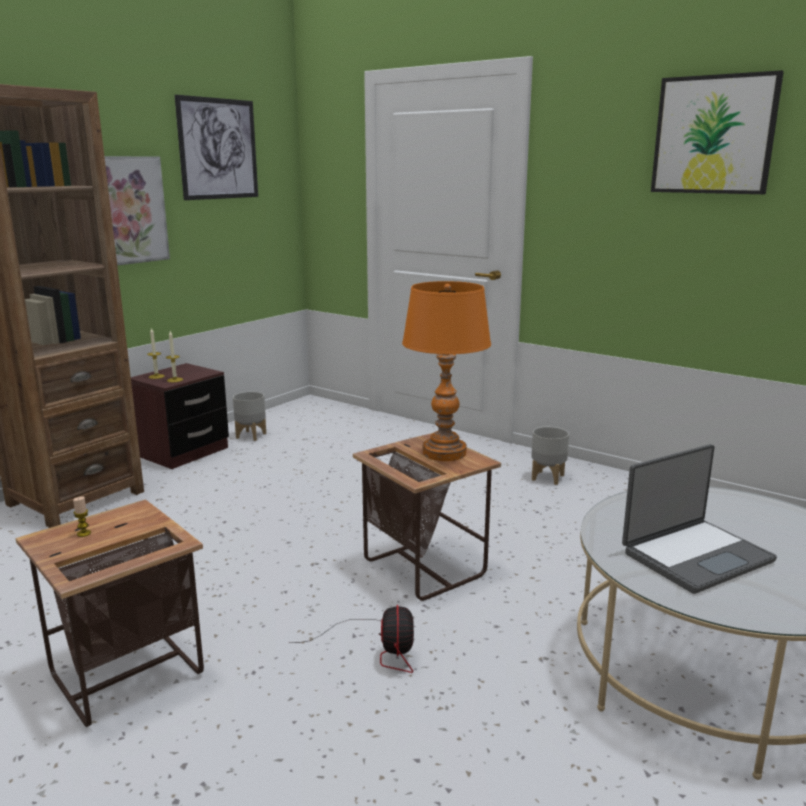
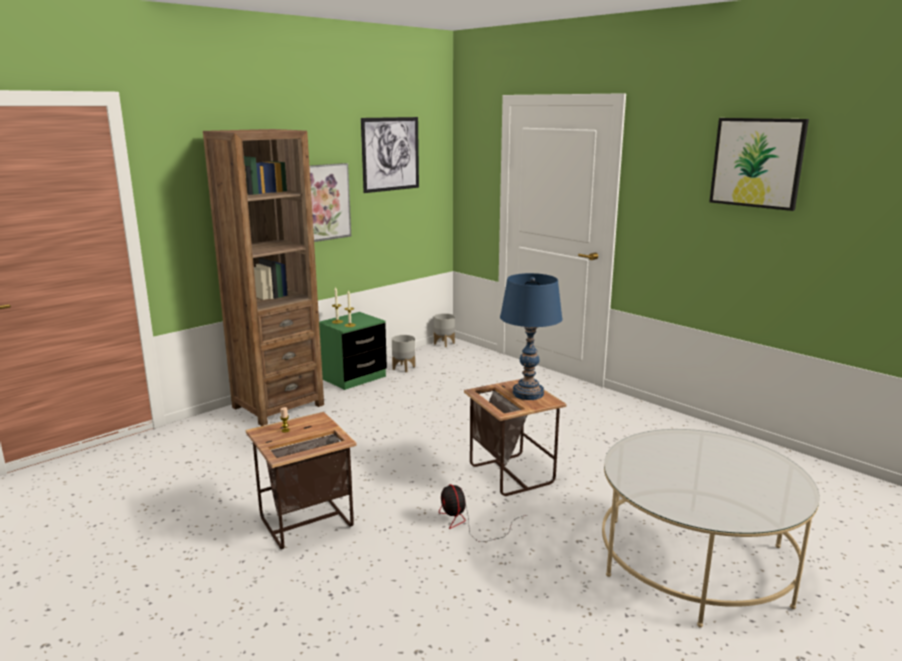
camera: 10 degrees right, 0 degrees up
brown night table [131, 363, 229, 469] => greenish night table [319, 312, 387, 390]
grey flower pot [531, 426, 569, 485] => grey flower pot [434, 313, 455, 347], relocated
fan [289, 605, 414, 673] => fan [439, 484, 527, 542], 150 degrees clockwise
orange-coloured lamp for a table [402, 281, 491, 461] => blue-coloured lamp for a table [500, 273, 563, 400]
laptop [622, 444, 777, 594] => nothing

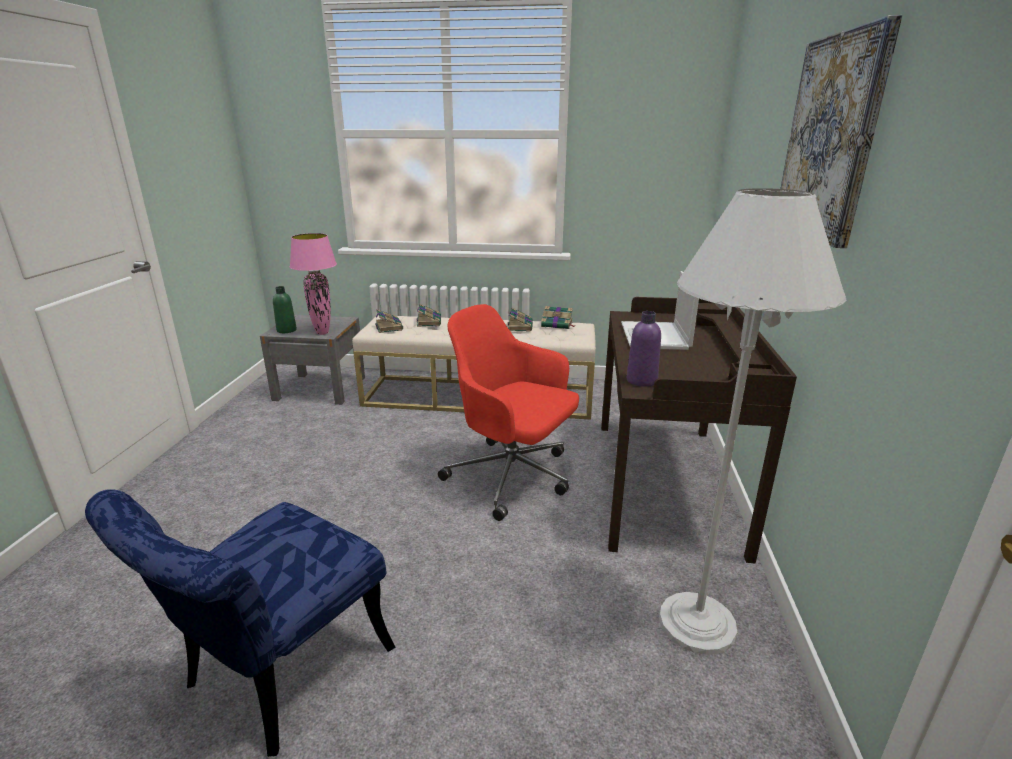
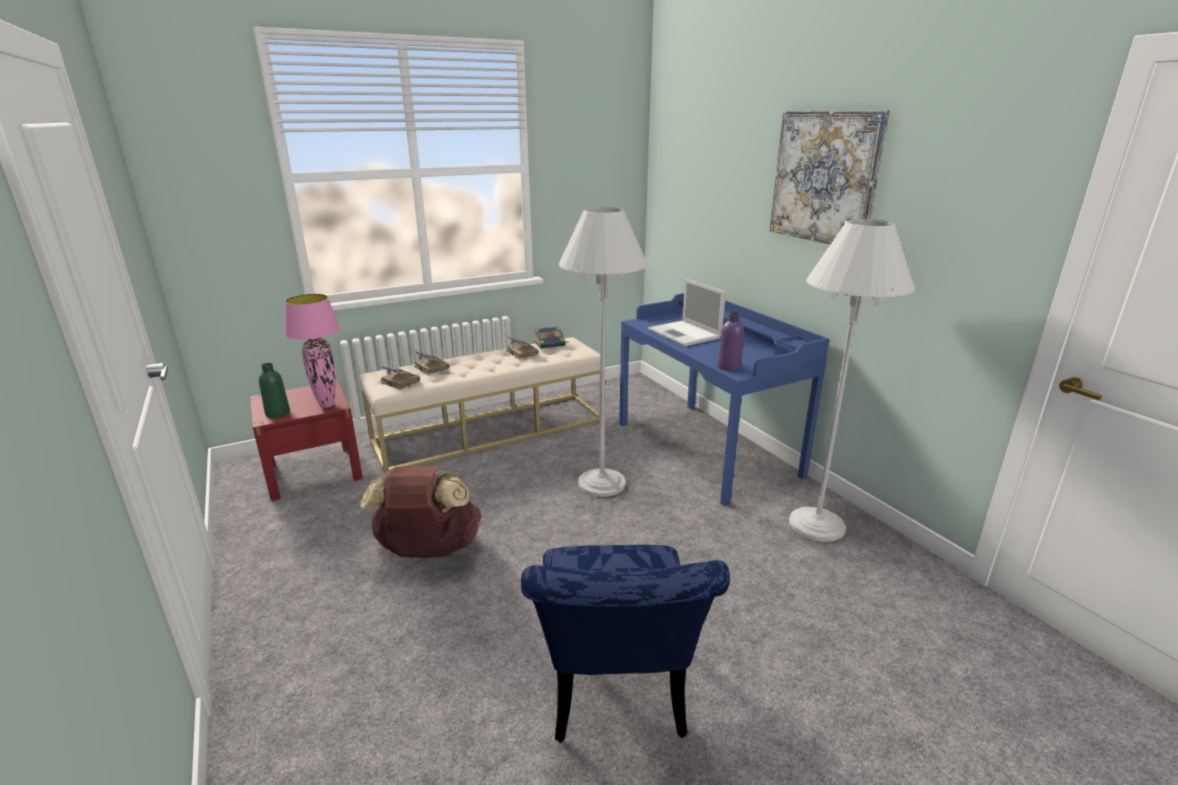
camera: 35 degrees left, 0 degrees up
grey night table [260, 315, 365, 405] => red-coloured night table [250, 381, 363, 501]
nothing => brown backpack [360, 466, 481, 558]
red-coloured office chair [438, 304, 579, 521] => white-coloured floor lamp [559, 207, 648, 497]
brown desk table [601, 297, 797, 564] => blue-coloured desk table [619, 293, 830, 506]

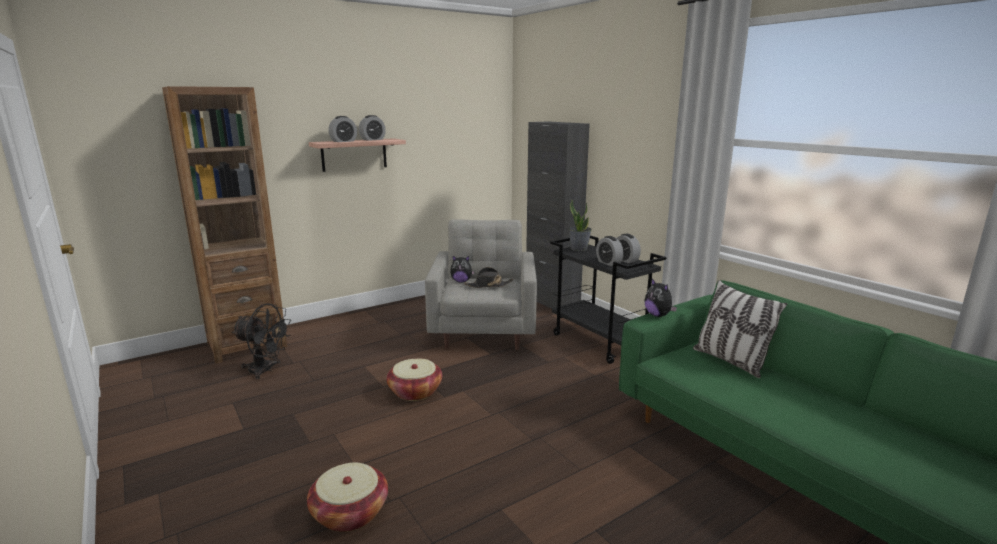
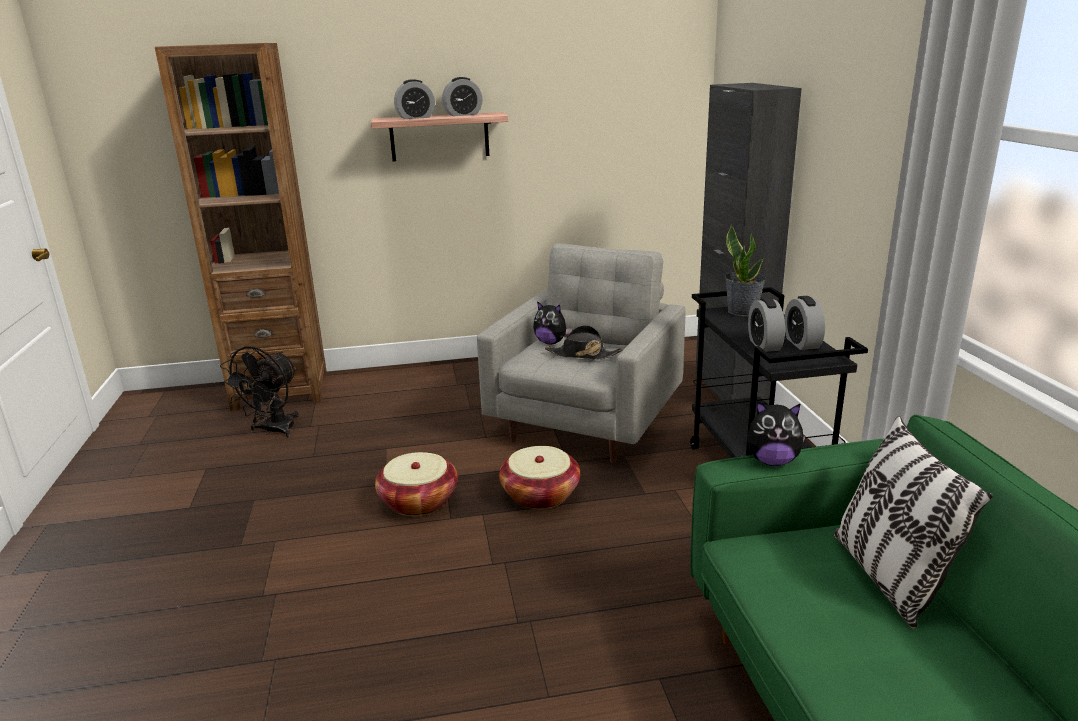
camera: 25 degrees right, 5 degrees up
black fan [232, 303, 291, 380] => black fan [220, 346, 299, 438], 75 degrees clockwise
household basket [307, 462, 388, 532] => household basket [499, 446, 580, 509], relocated
soft toy [644, 279, 677, 317] => soft toy [747, 402, 806, 466], 75 degrees counterclockwise

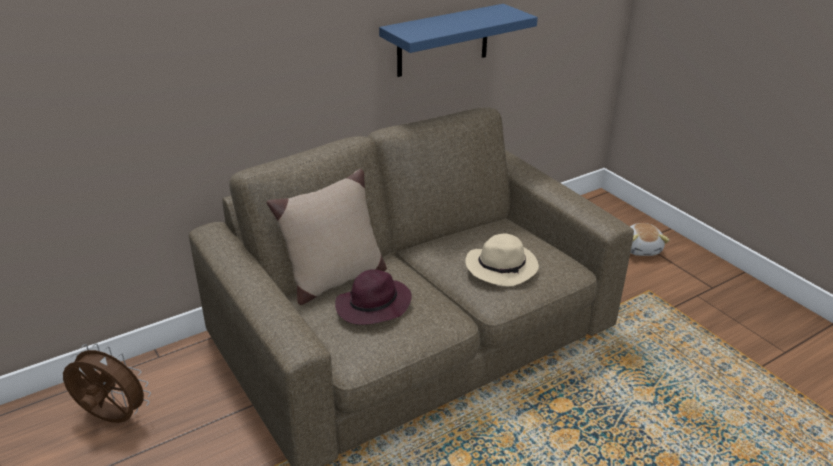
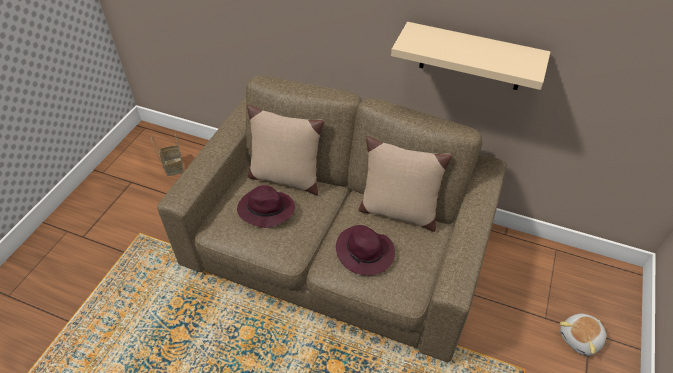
camera: 55 degrees right, 15 degrees up
brown fan [63, 343, 151, 423] => household basket [151, 132, 184, 176]
beige hat [465, 233, 539, 287] => purple hat [336, 225, 395, 275]
nothing => beige throw pillow [359, 136, 451, 232]
blue-coloured bracket shelf [379, 4, 538, 77] => beige bracket shelf [391, 22, 550, 90]

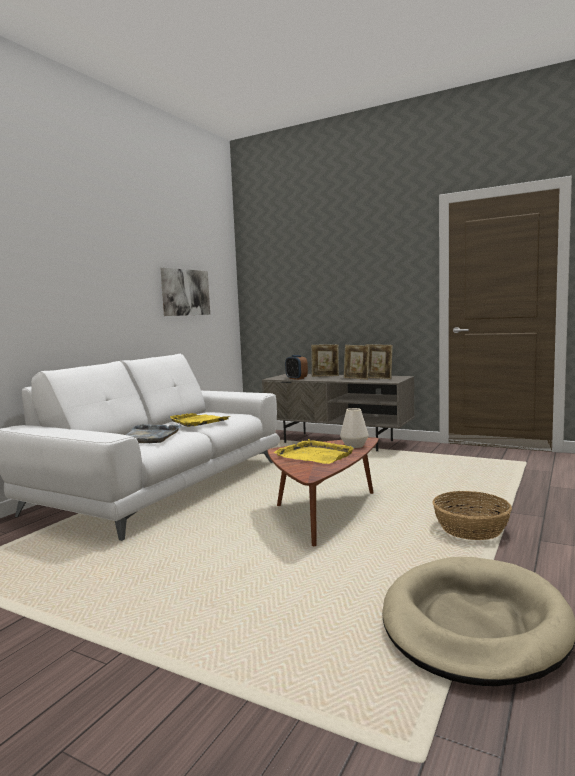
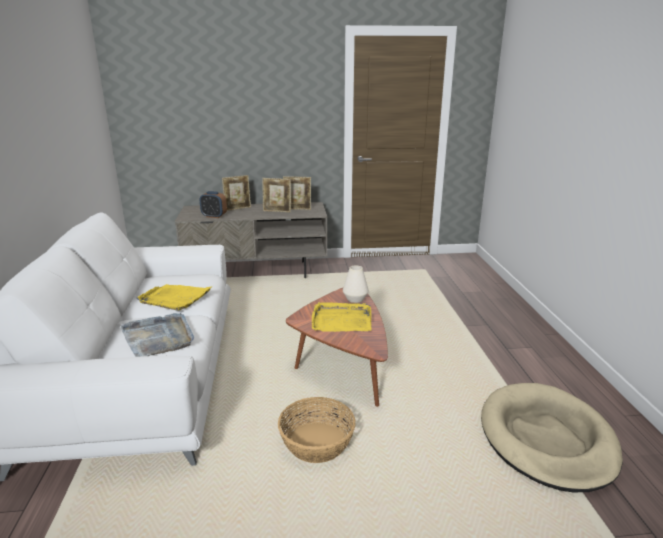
camera: 35 degrees left, 15 degrees up
household basket [432, 491, 512, 540] => household basket [278, 397, 356, 463], relocated
picture [160, 267, 210, 316] => nothing

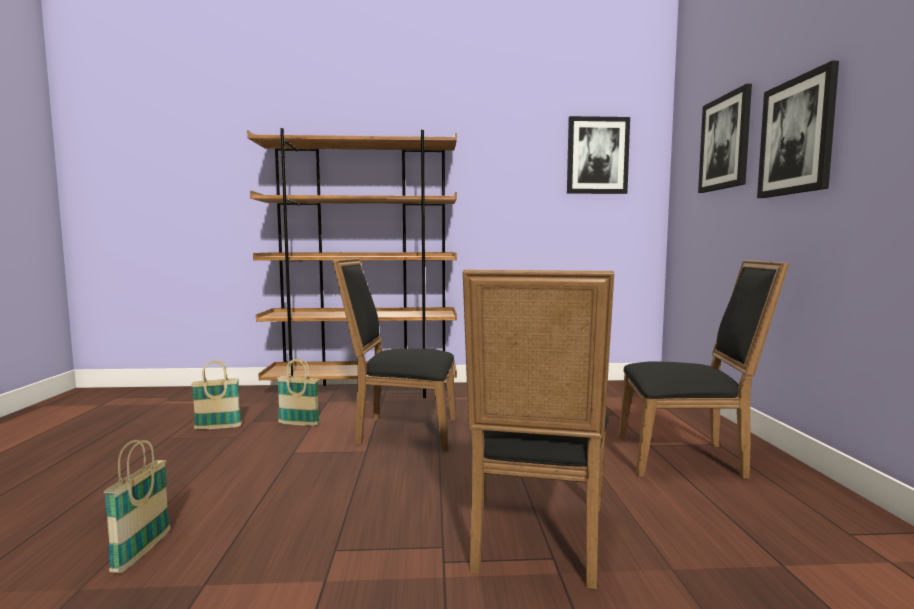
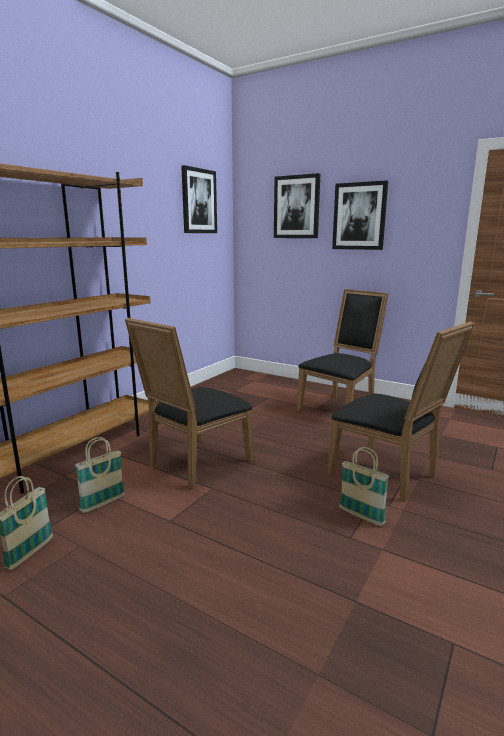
camera: 55 degrees left, 10 degrees up
household basket [104, 440, 171, 573] => household basket [339, 447, 389, 526], relocated

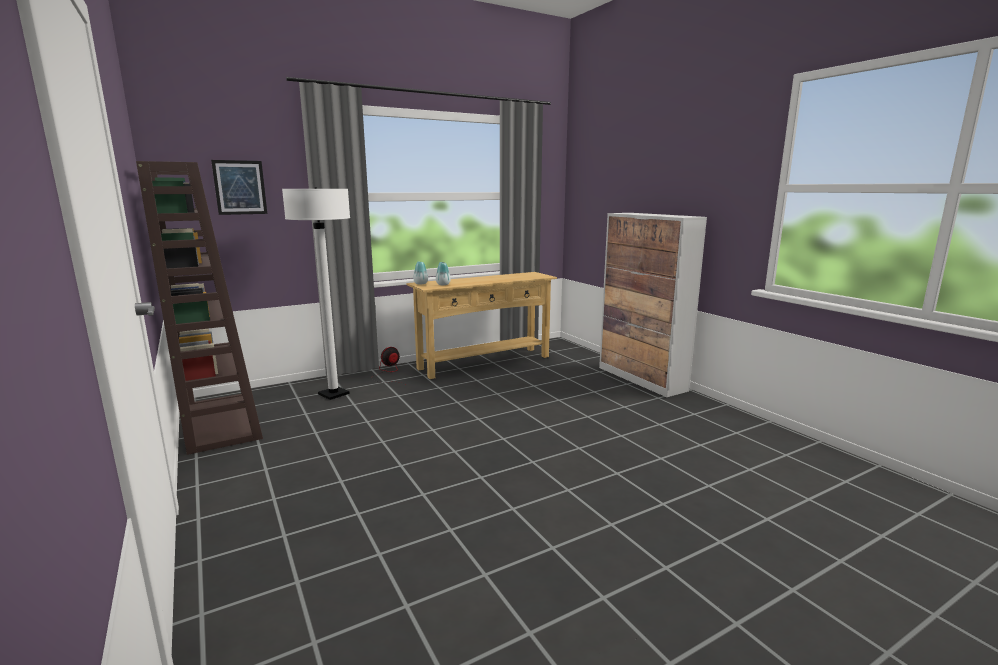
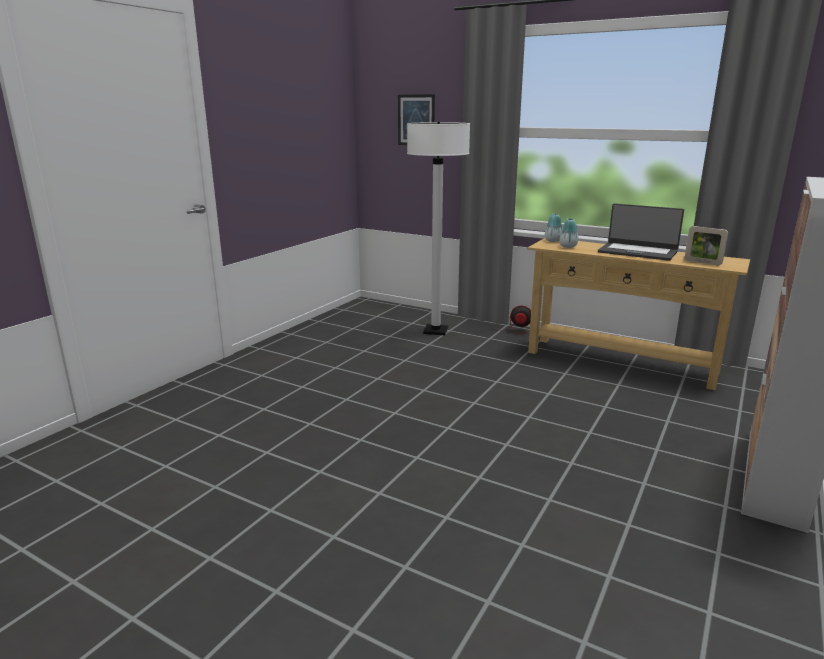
camera: 60 degrees right, 5 degrees up
nothing => laptop [598, 203, 684, 261]
nothing => standing frame [685, 226, 728, 265]
brown shelving unit [136, 161, 263, 455] => nothing

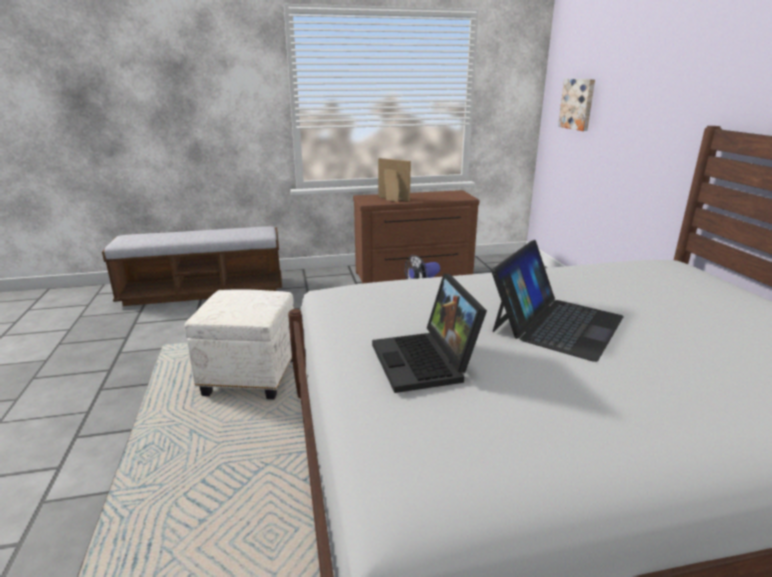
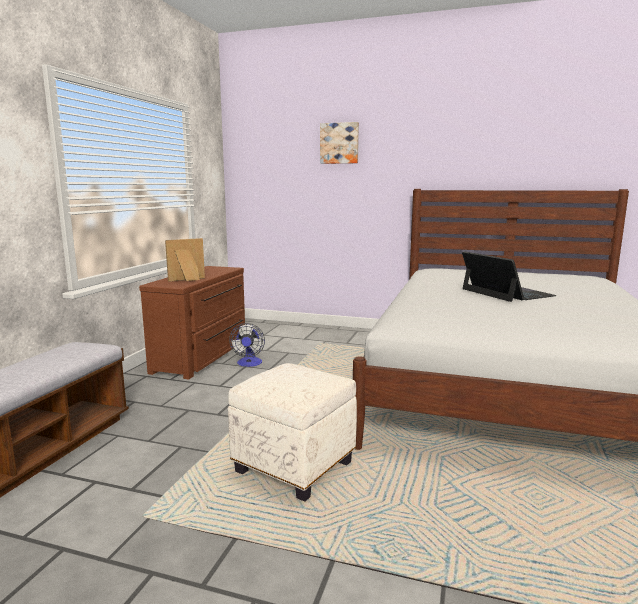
camera: 60 degrees left, 10 degrees down
picture [558, 79, 595, 131] => picture [320, 122, 359, 164], relocated
laptop [372, 273, 487, 393] => nothing

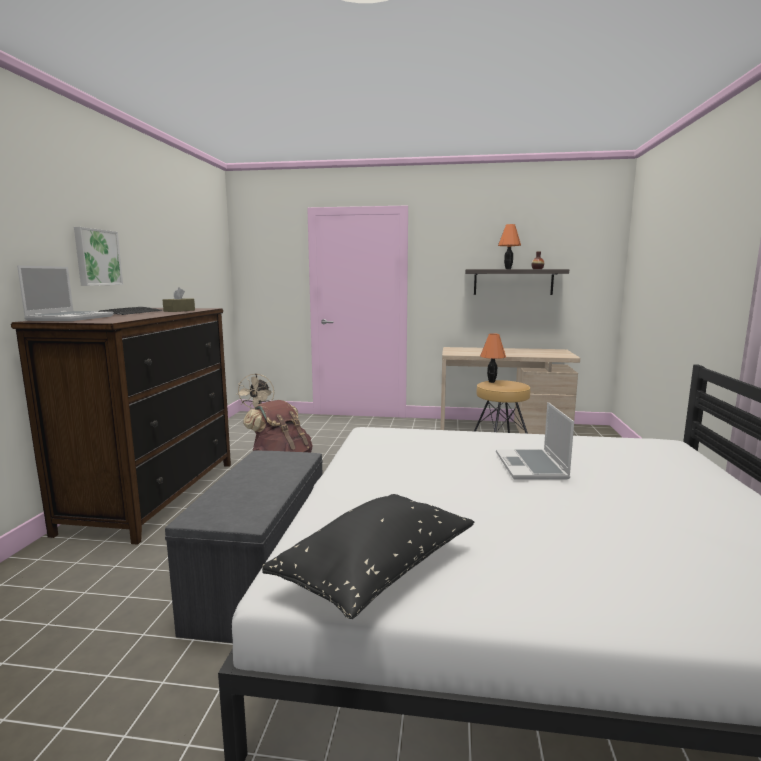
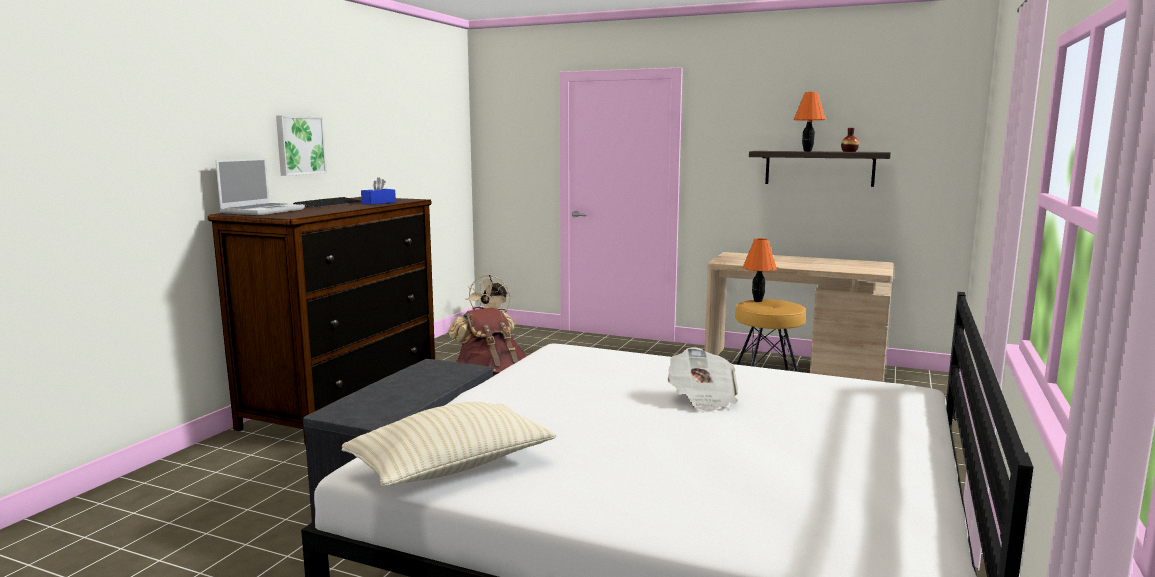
camera: 15 degrees right, 0 degrees up
black throw pillow [262, 494, 474, 619] => beige throw pillow [342, 401, 556, 487]
brown tissue holder [163, 287, 195, 312] => blue-coloured tissue holder [361, 177, 396, 205]
laptop [496, 402, 574, 479] => printed paper [667, 347, 738, 413]

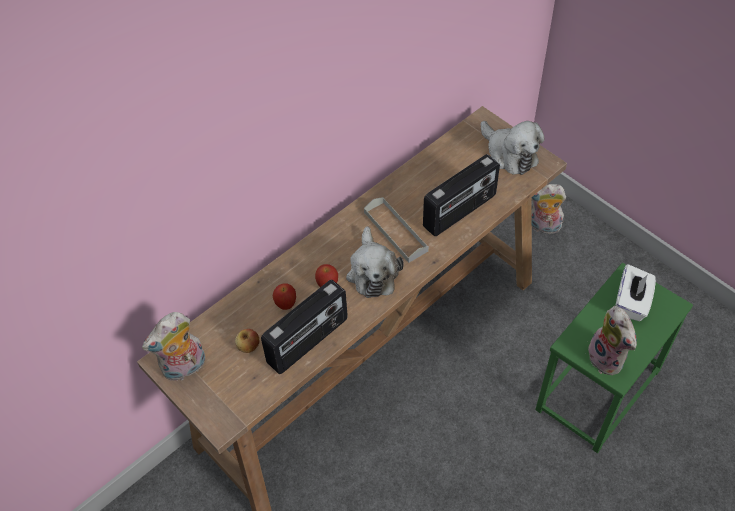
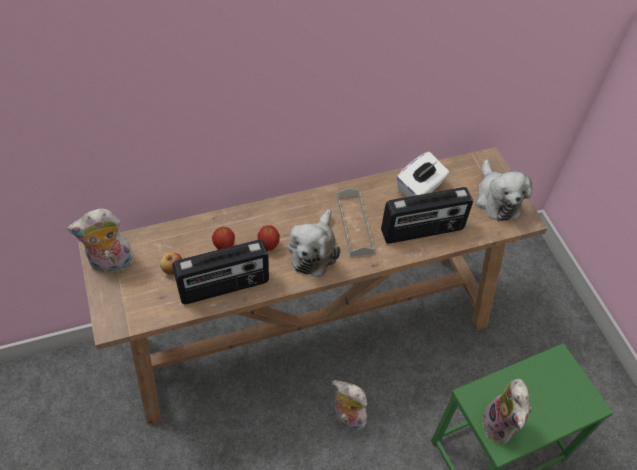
camera: 20 degrees right, 0 degrees up
soft toy [531, 184, 566, 234] => soft toy [331, 380, 370, 431], relocated
white-coloured tissue holder [616, 264, 656, 321] => white-coloured tissue holder [396, 152, 449, 197], relocated

